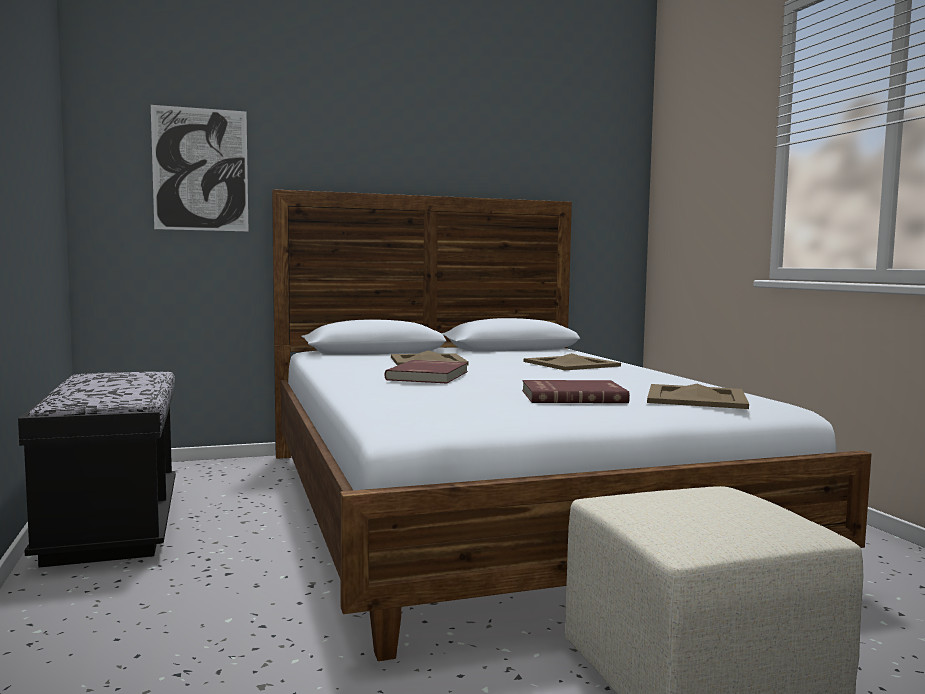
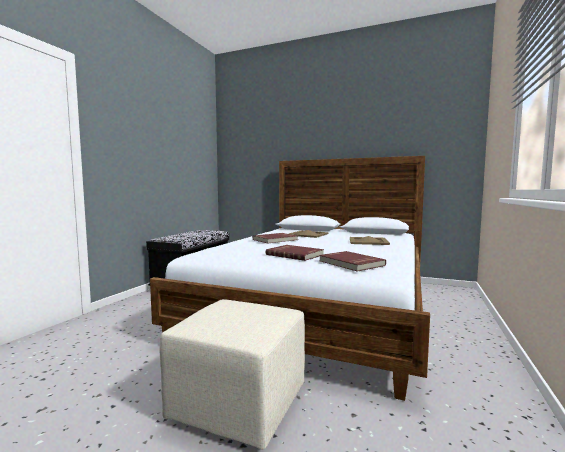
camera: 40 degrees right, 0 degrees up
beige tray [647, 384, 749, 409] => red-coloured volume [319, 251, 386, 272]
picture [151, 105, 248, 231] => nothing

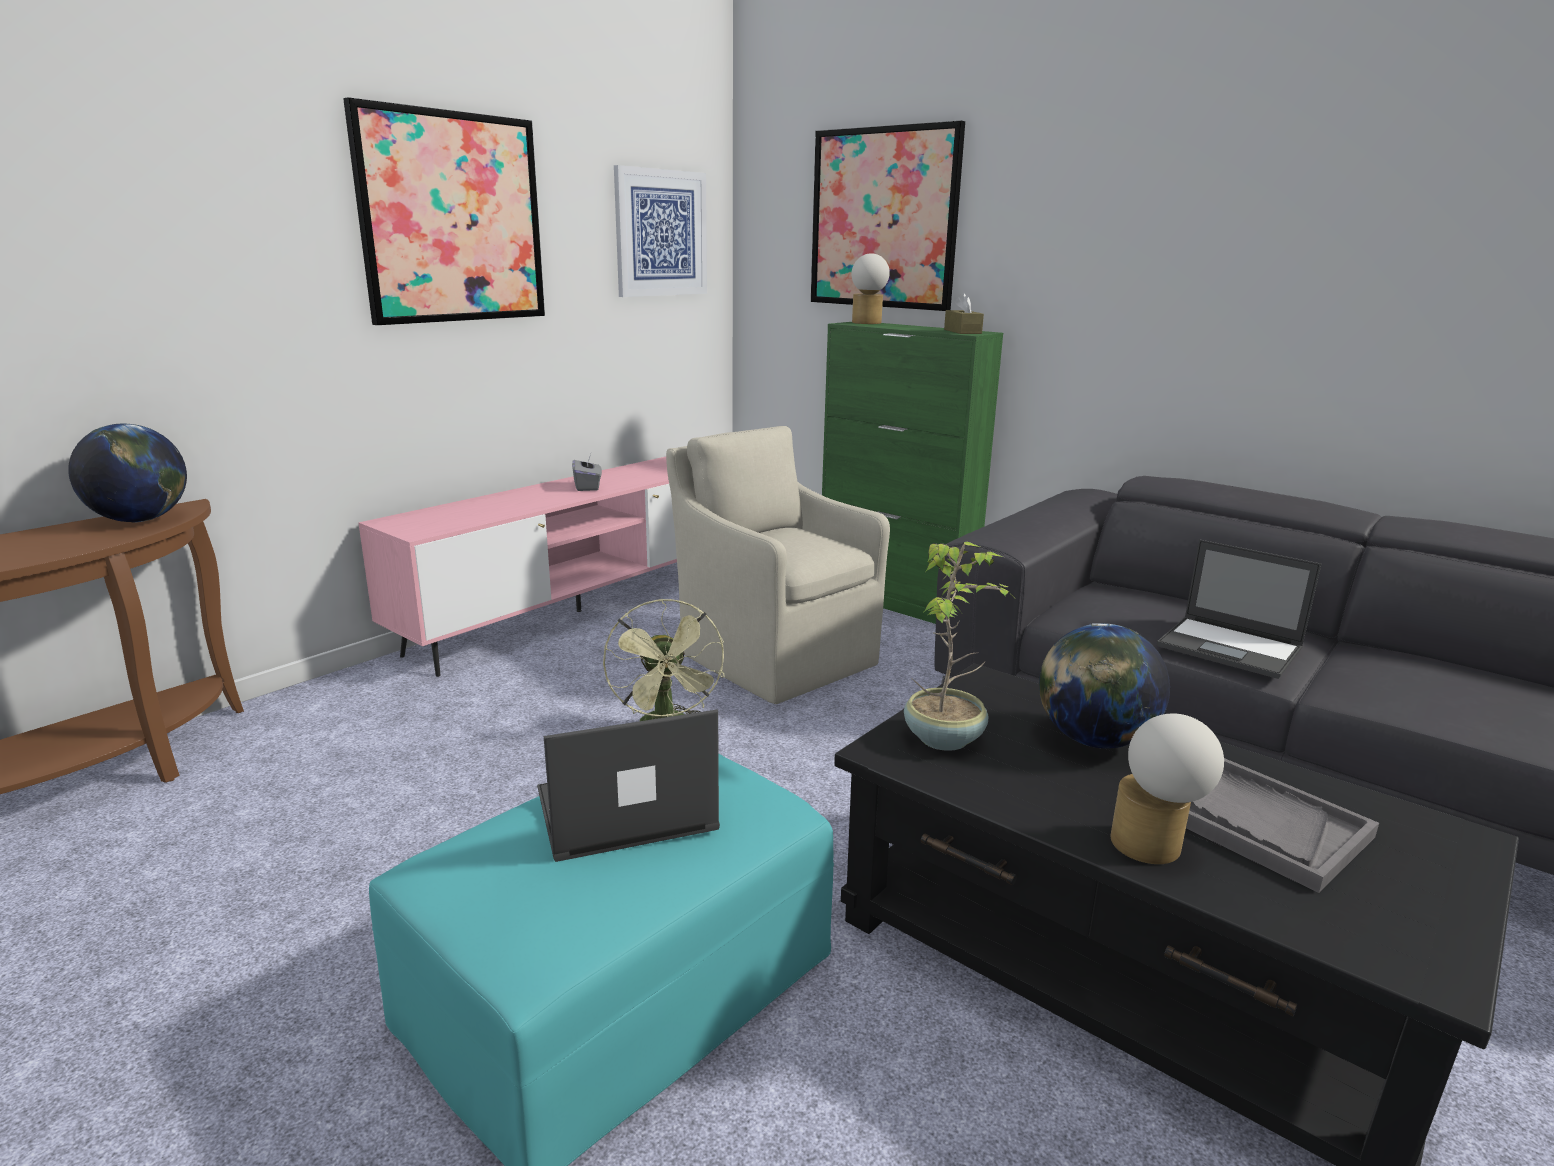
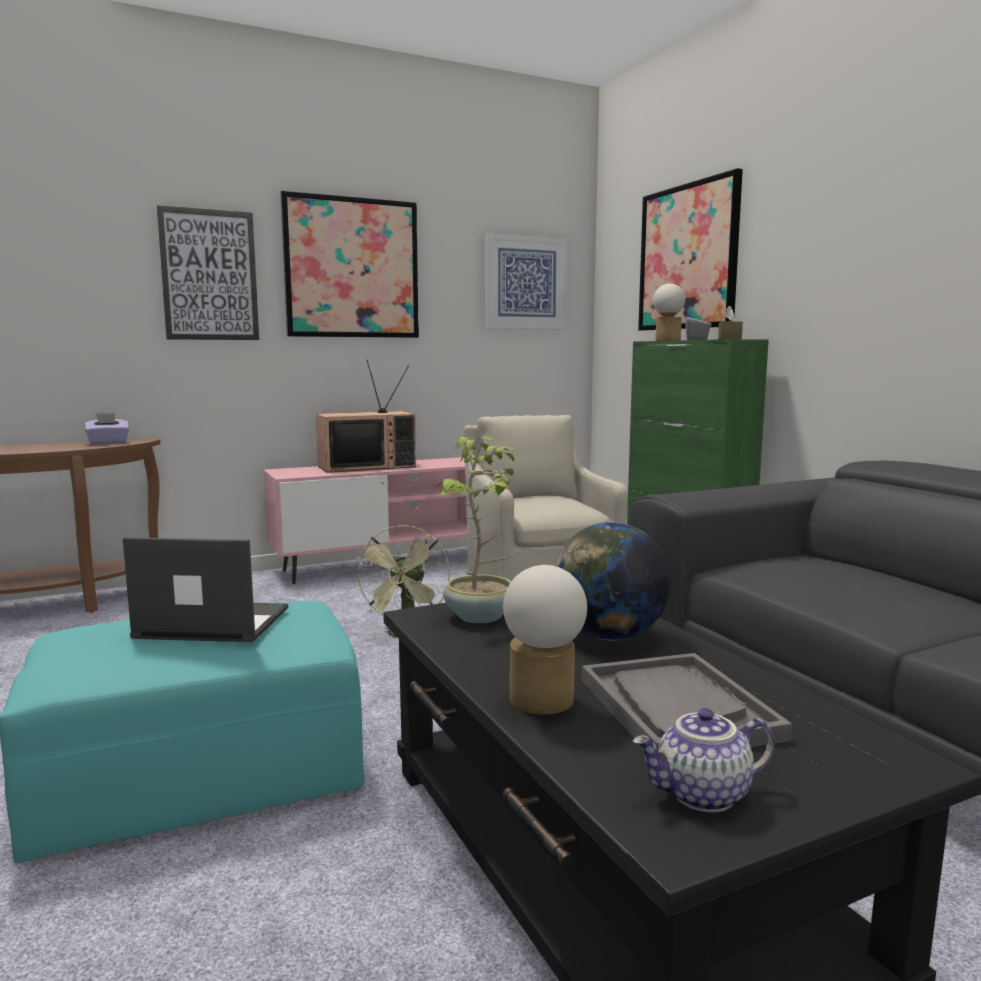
camera: 25 degrees right, 10 degrees down
globe [68, 424, 187, 523] => purple tissue holder [85, 413, 129, 445]
nothing => picture [157, 205, 259, 340]
nothing => TV set [316, 360, 416, 473]
nothing => pot for tea [633, 708, 775, 812]
grey tissue holder [572, 454, 602, 491] => grey tissue holder [685, 310, 711, 340], relocated
laptop [1157, 539, 1321, 679] => nothing

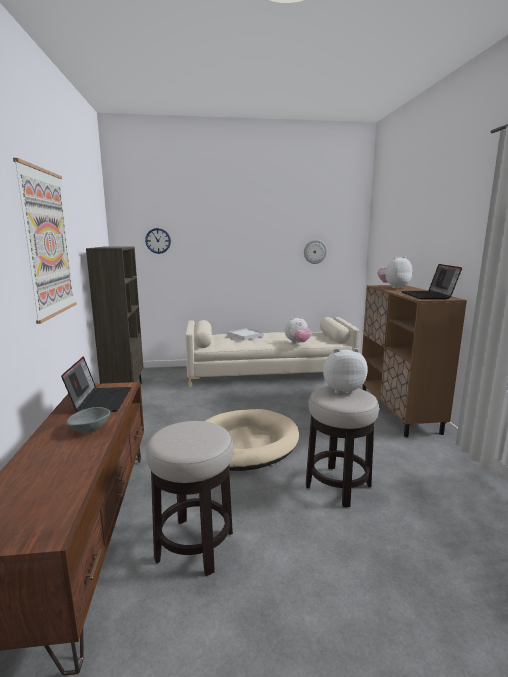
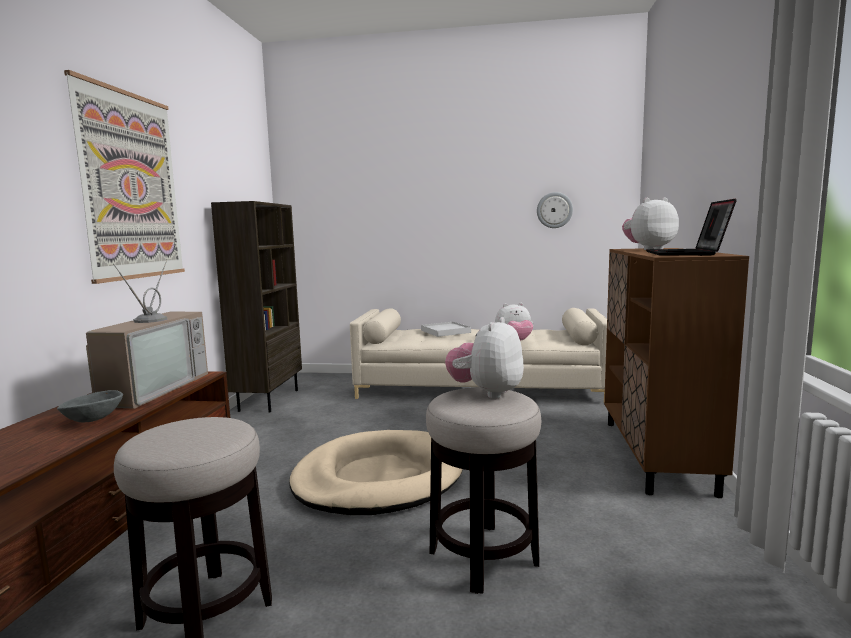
camera: 15 degrees right, 5 degrees down
laptop [61, 356, 131, 412] => TV set [86, 259, 208, 409]
soft toy [323, 348, 368, 394] => soft toy [445, 317, 524, 399], 75 degrees counterclockwise
clock on the wall [145, 228, 171, 254] => nothing

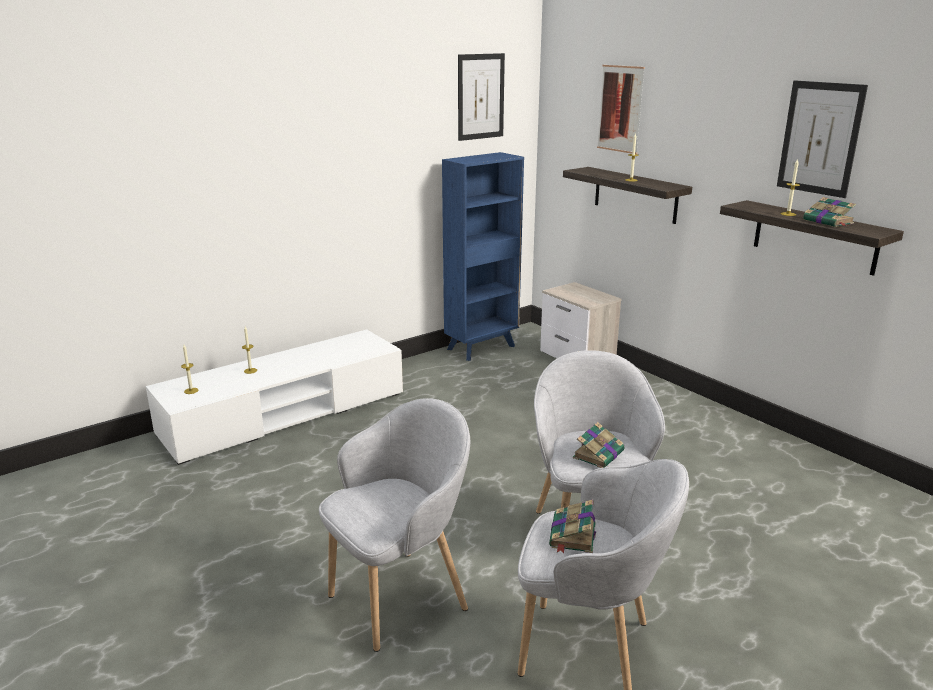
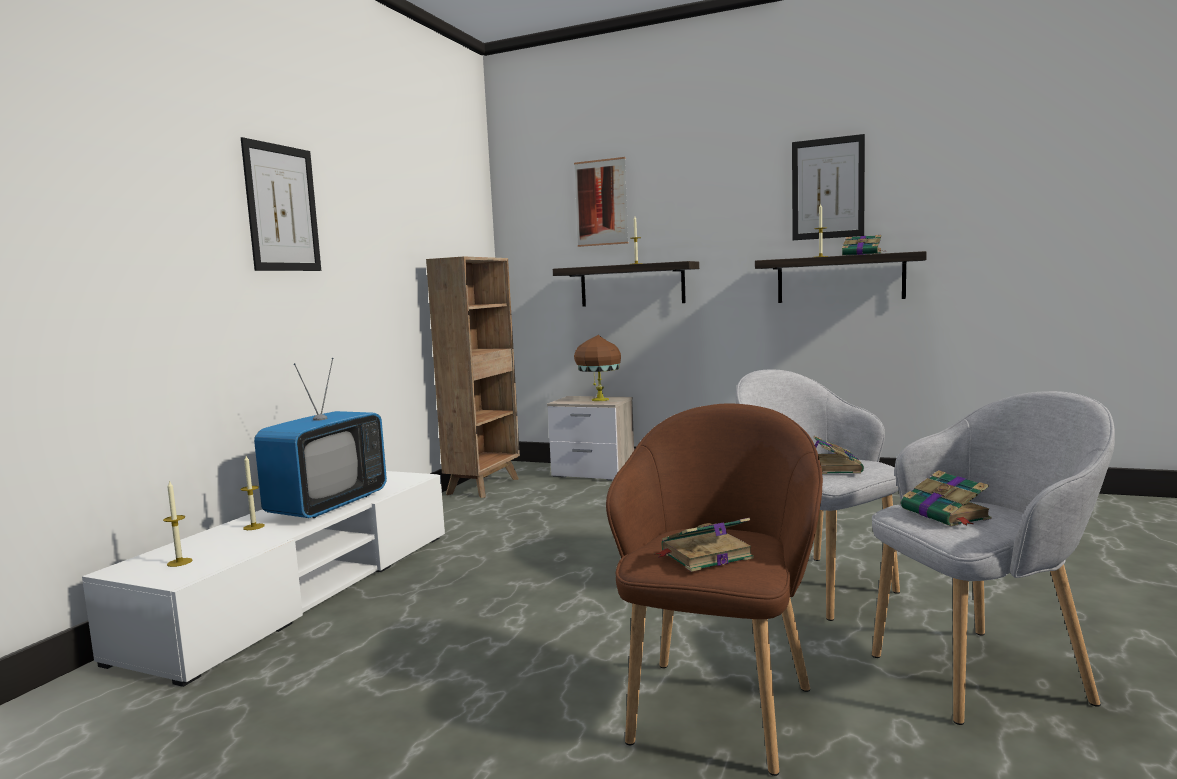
camera: 30 degrees left, 15 degrees down
picture [458, 53, 505, 141] => picture [241, 137, 321, 271], relocated
nothing => TV set [254, 358, 387, 518]
blue-coloured shelving unit [442, 152, 524, 361] => brown shelving unit [426, 257, 520, 498]
nothing => brown lamp for a table [574, 335, 621, 401]
grey lounge chair [319, 398, 470, 652] => brown lounge chair [606, 403, 823, 776]
nothing => volume [654, 518, 754, 572]

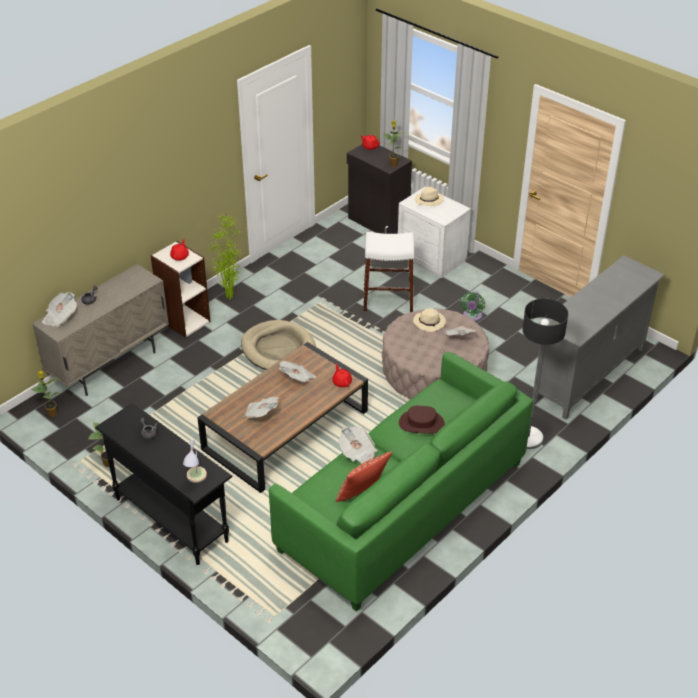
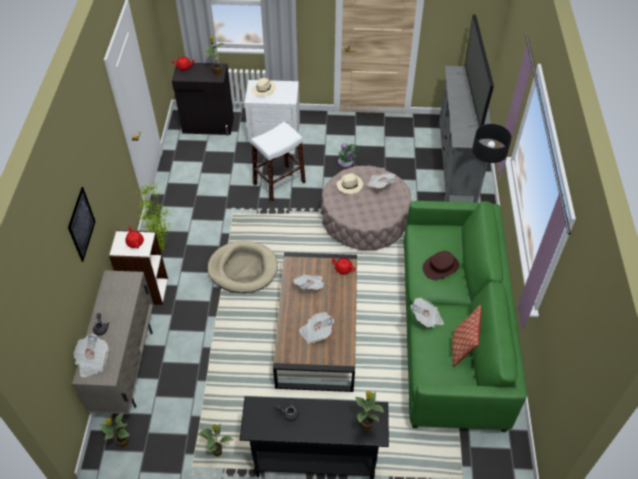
camera: 40 degrees left, 10 degrees up
nothing => picture [68, 187, 96, 262]
lamp for a table [183, 440, 207, 483] => potted plant [355, 391, 384, 431]
nothing => TV set [458, 15, 494, 127]

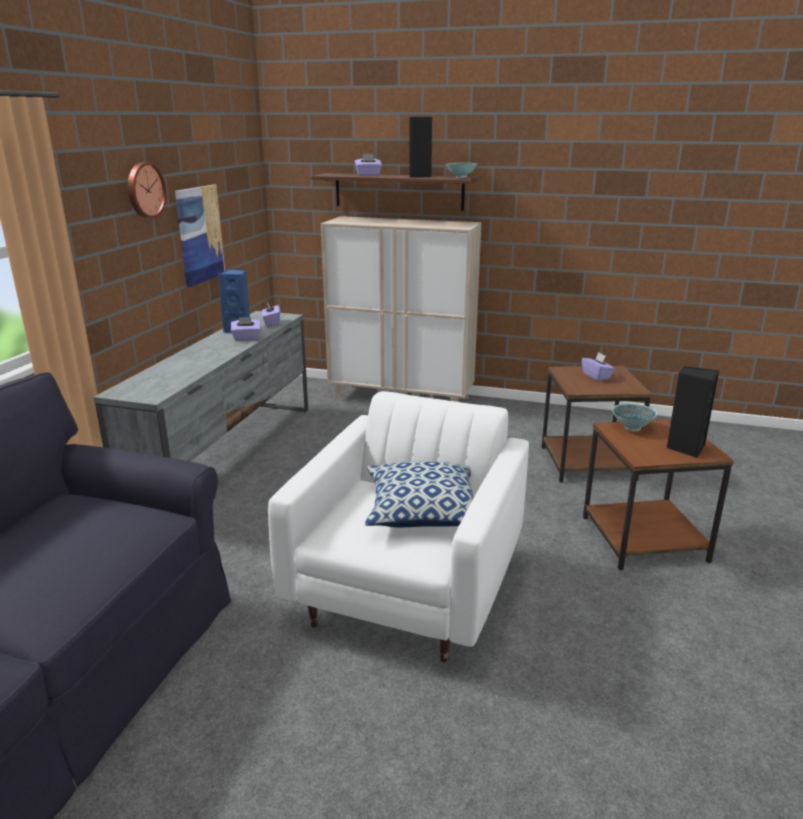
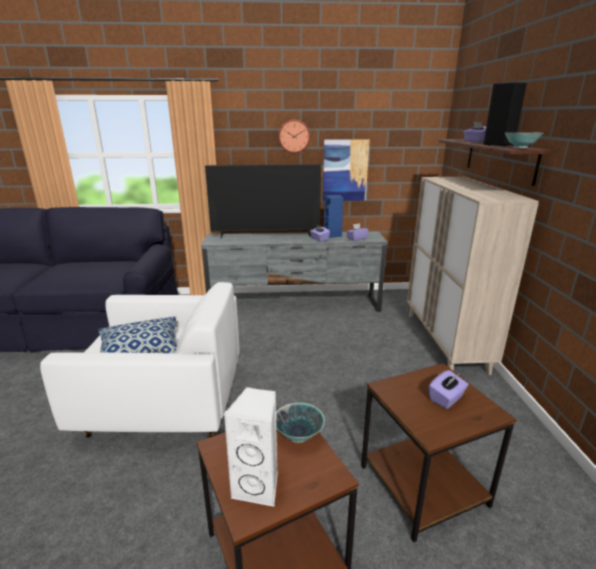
camera: 70 degrees right, 0 degrees up
nothing => TV set [205, 164, 321, 239]
black loudspeaker [667, 366, 719, 458] => white-coloured loudspeaker [223, 387, 278, 507]

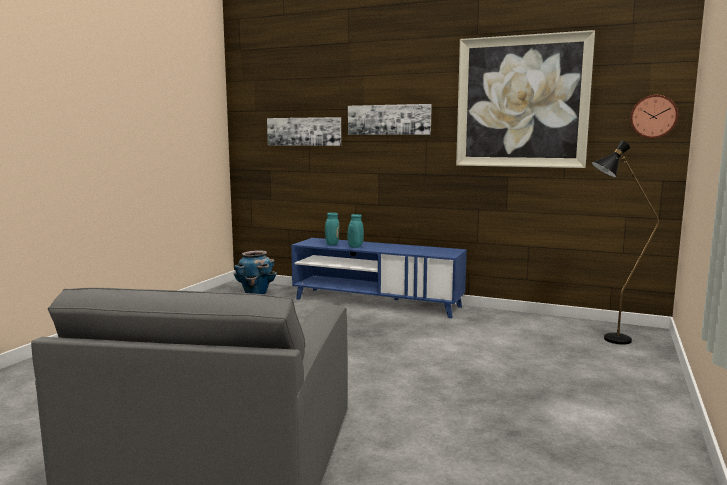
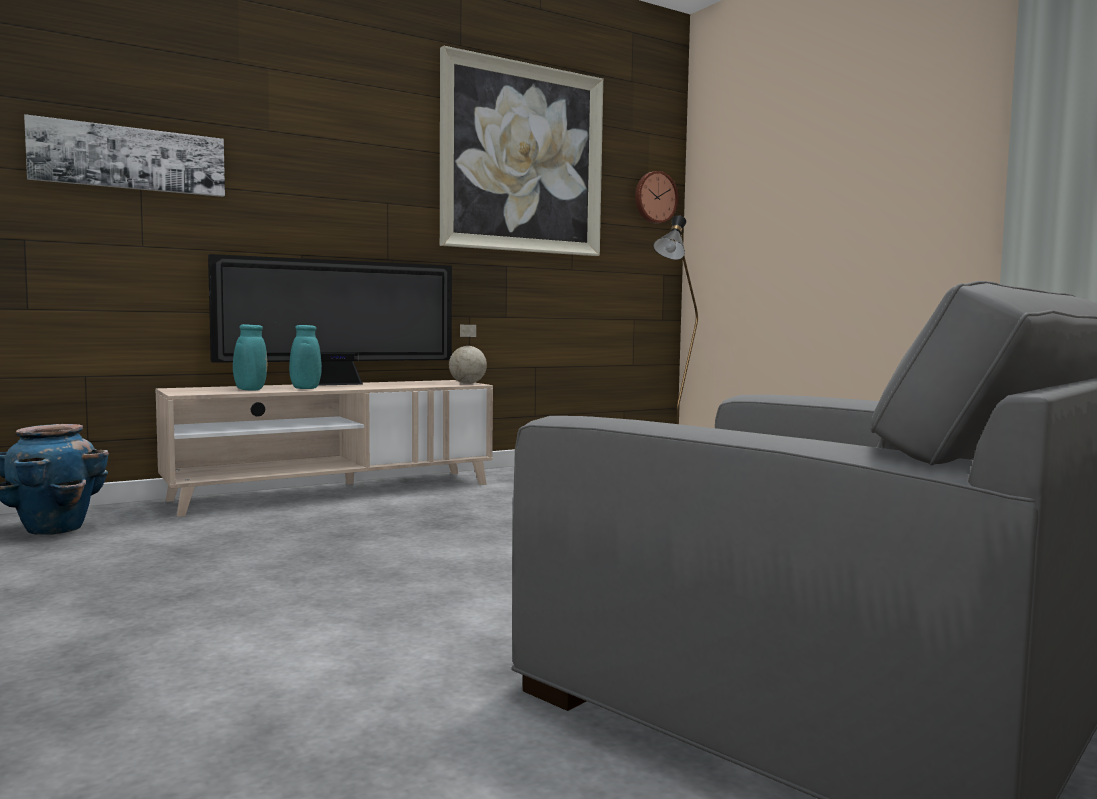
camera: 55 degrees left, 5 degrees down
blue-coloured media console [291, 238, 467, 318] => beige media console [156, 380, 493, 517]
nothing => TV set [208, 254, 452, 386]
nothing => globe [449, 325, 487, 384]
picture [348, 104, 432, 135] => nothing

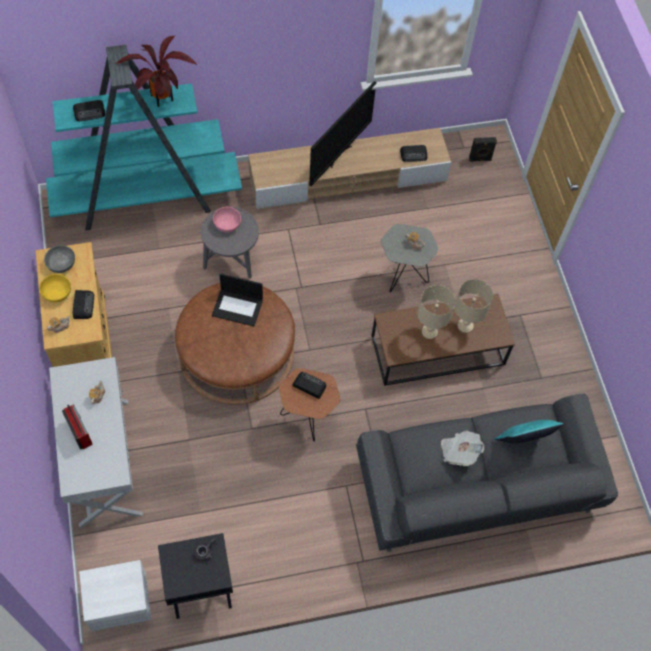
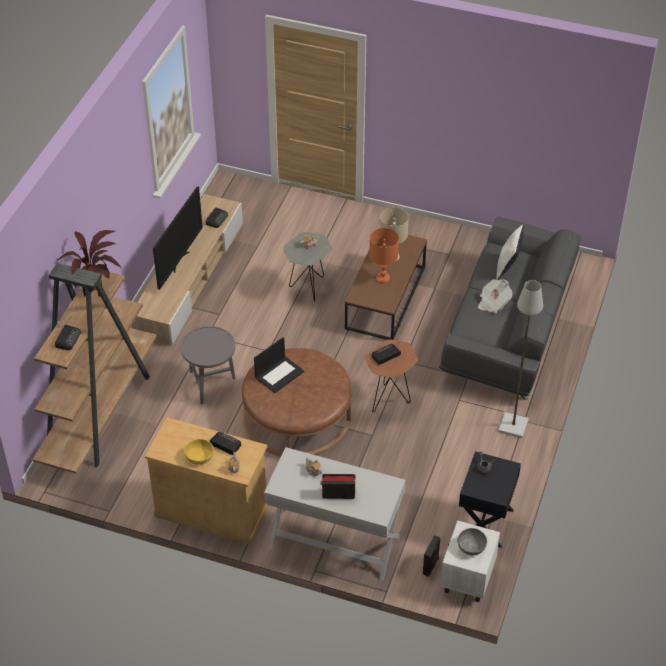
camera: 55 degrees left, 15 degrees down
blue-green shelving unit [46, 45, 242, 230] => brown shelving unit [33, 263, 157, 474]
TV set [309, 81, 376, 186] => TV set [153, 186, 203, 290], 45 degrees clockwise
beige lamp for a table [418, 285, 456, 339] => orange-coloured lamp for a table [369, 228, 399, 283]
black loudspeaker [469, 137, 497, 162] => black loudspeaker [423, 535, 441, 577], relocated
grey serving bowl [44, 245, 75, 273] => grey serving bowl [457, 528, 487, 555], relocated
blue-green throw pillow [494, 420, 564, 443] => white-coloured throw pillow [496, 225, 524, 280]
nothing => grey floor lamp [498, 280, 543, 438]
pink serving bowl [213, 207, 241, 233] => nothing

